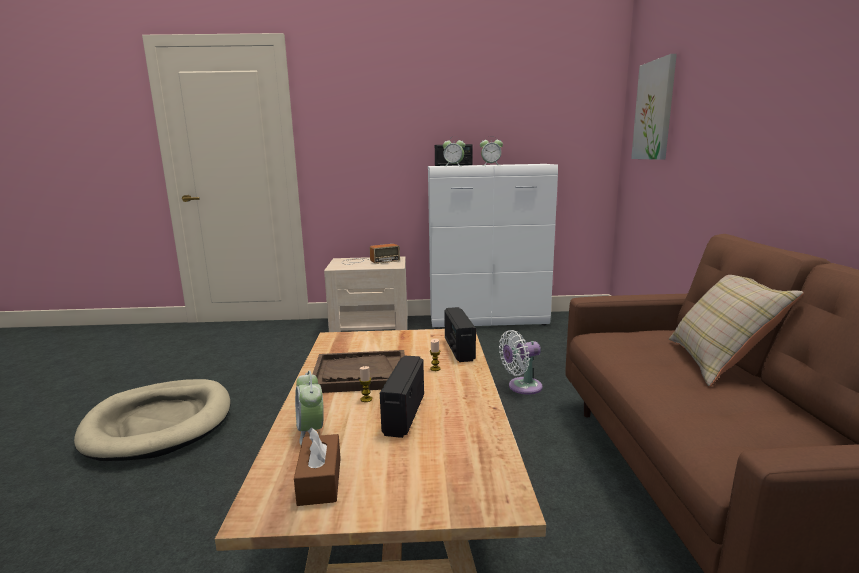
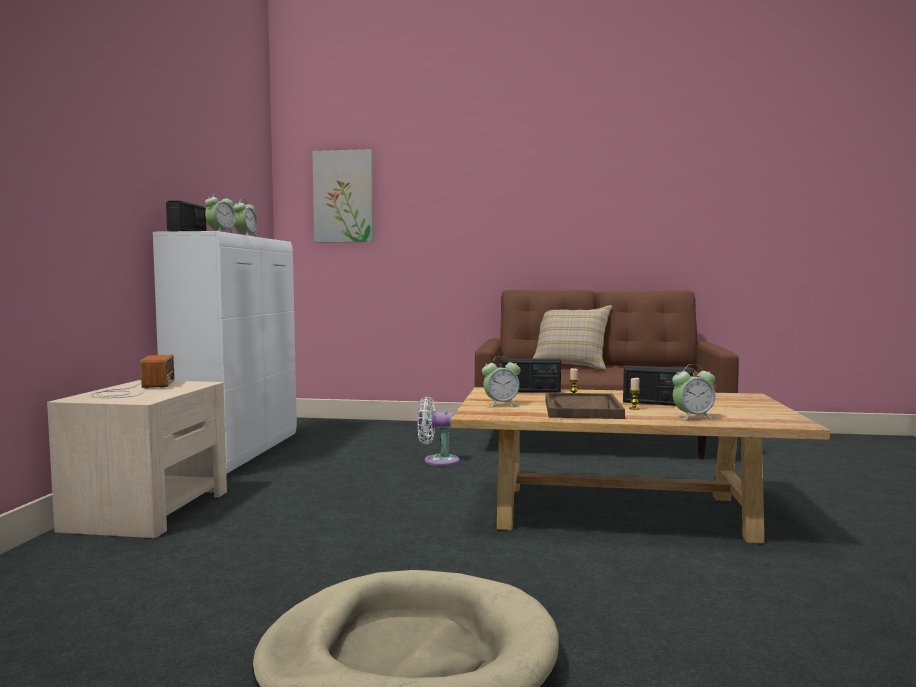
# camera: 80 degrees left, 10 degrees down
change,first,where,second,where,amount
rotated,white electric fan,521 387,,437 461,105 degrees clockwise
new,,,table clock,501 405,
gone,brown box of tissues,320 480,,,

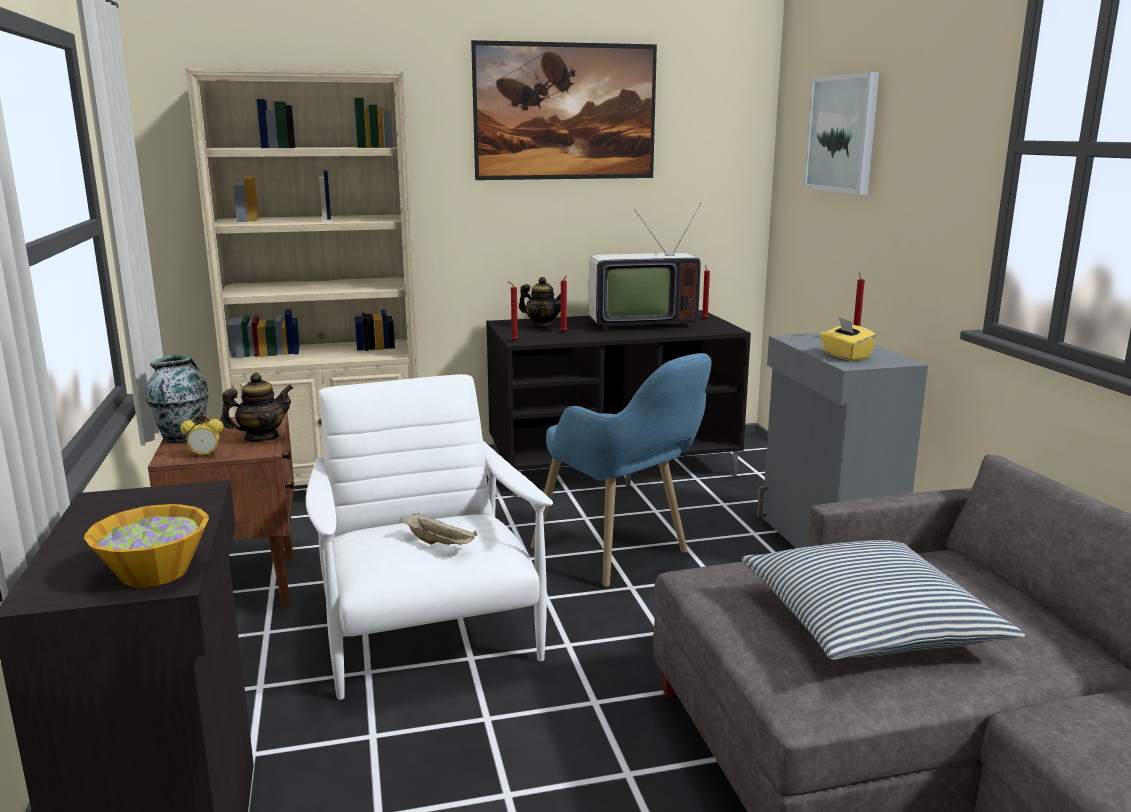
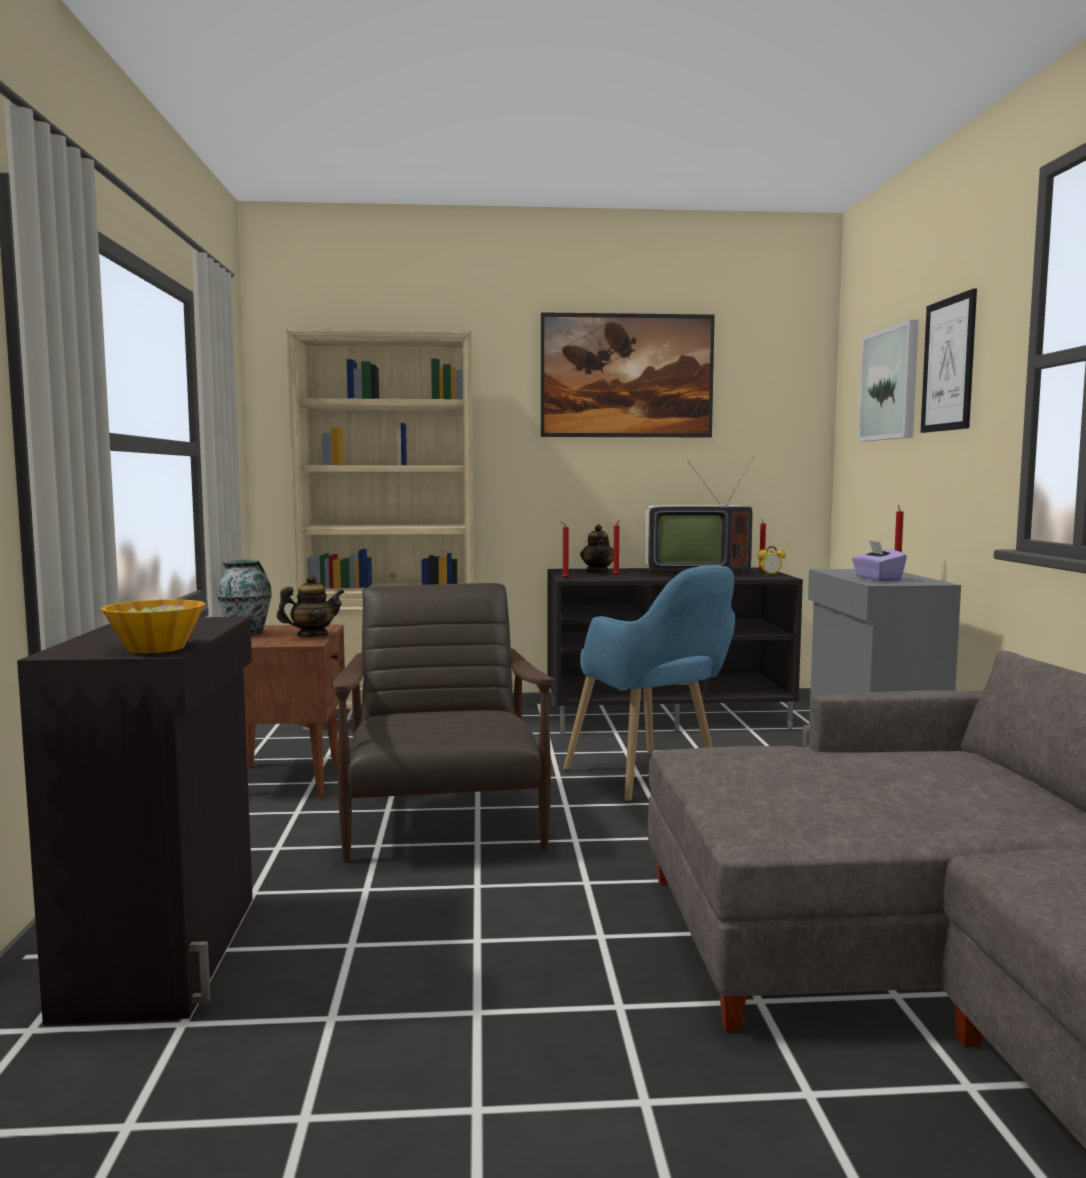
# camera: 10 degrees right, 10 degrees down
change,first,where,second,where,amount
repainted,white easy chair,427 632,brown easy chair,443 822,
rotated,tea pot,542 326,,598 572,45 degrees clockwise
shifted,table clock,205 456,,770 575,
repainted,yellow-coloured box of tissues,845 356,purple box of tissues,877 579,
new,,,picture,948 364,
gone,sand-coloured serving tray,439 543,,,
gone,cushion,868 622,,,

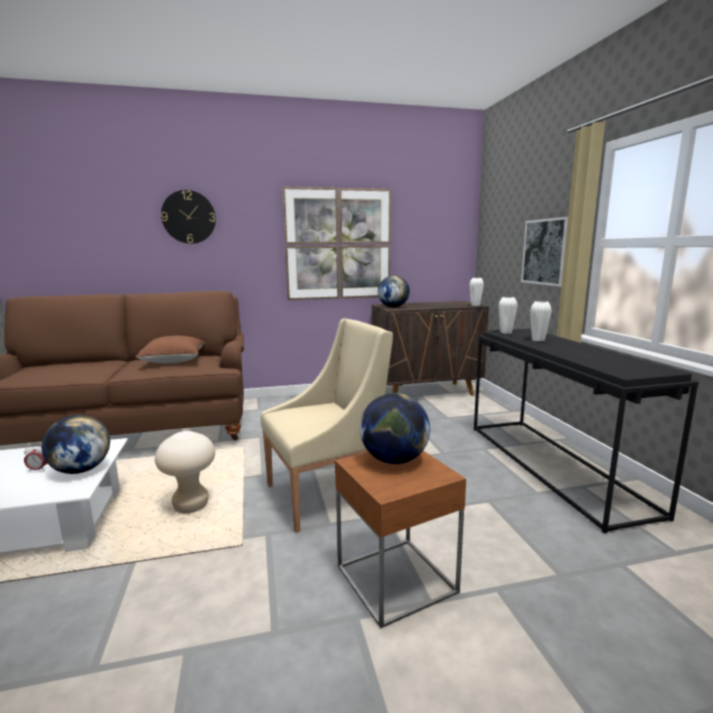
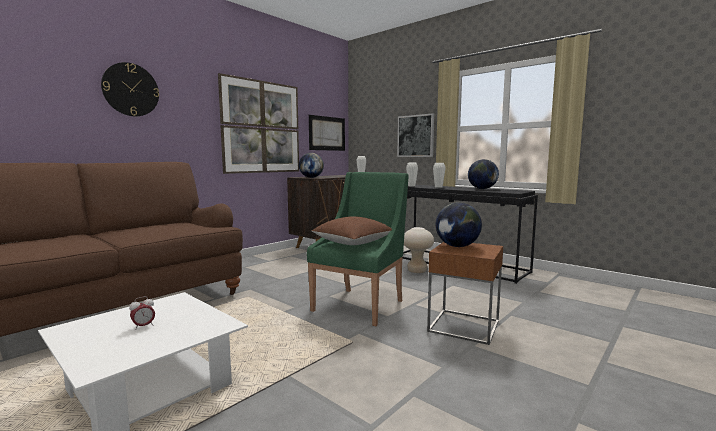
# camera: 35 degrees left, 5 degrees down
change,first,where,second,where,amount
repainted,sand-coloured easy chair,326 494,green-coloured easy chair,360 305,
new,,,picture,327 133,
shifted,brown cushion,173 361,,353 243,
shifted,sand-coloured stool,191 506,,417 271,
shifted,world globe,81 470,,482 189,

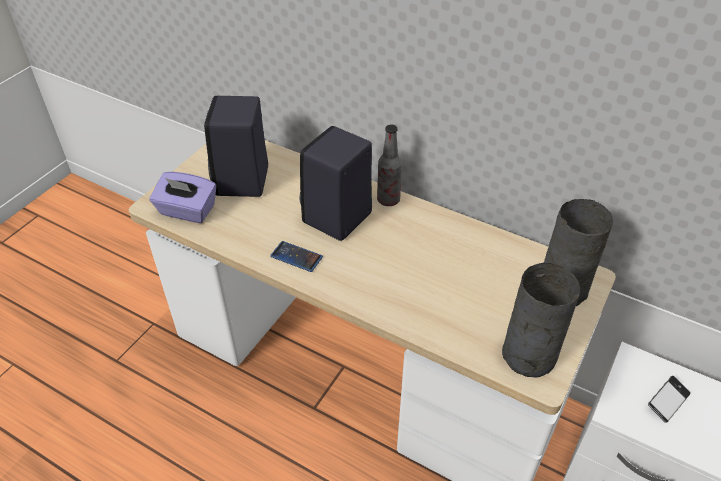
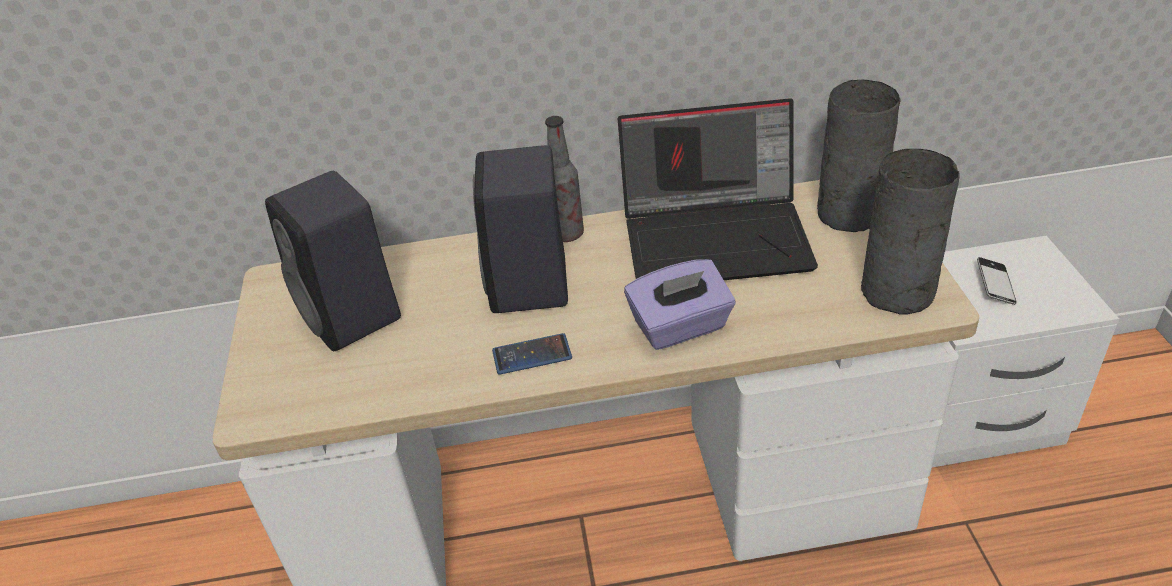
# camera: 35 degrees left, 5 degrees down
change,first,where,second,where,amount
new,,,portable computer,718 237,
shifted,purple box of tissues,187 211,,680 327,

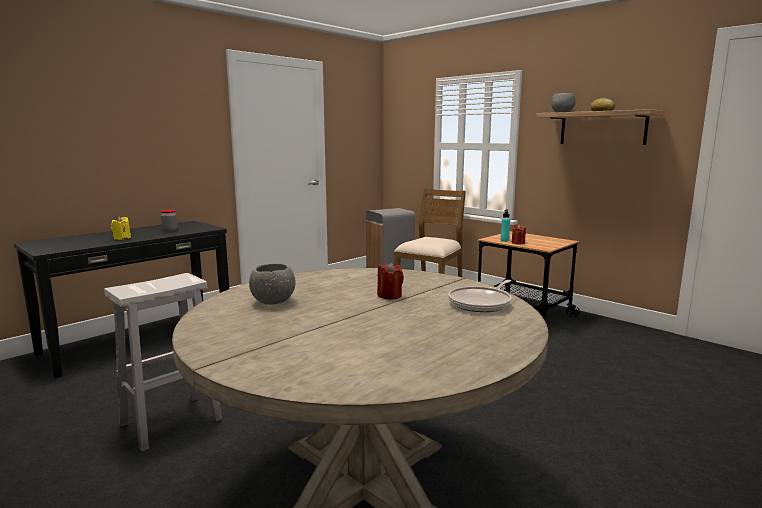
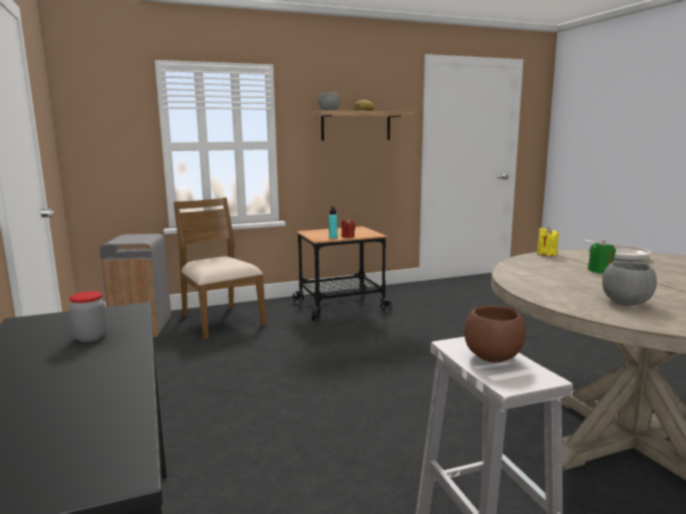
# camera: 65 degrees left, 0 degrees up
change,first,where,second,where,amount
new,,,brown serving bowl,492 356,
shifted,yellow-coloured wax candle,122 238,,546 254,
repainted,red wax candle,389 295,green-coloured wax candle,600 271,

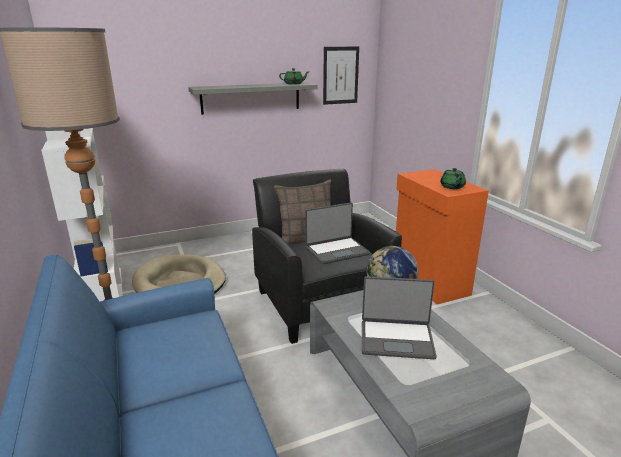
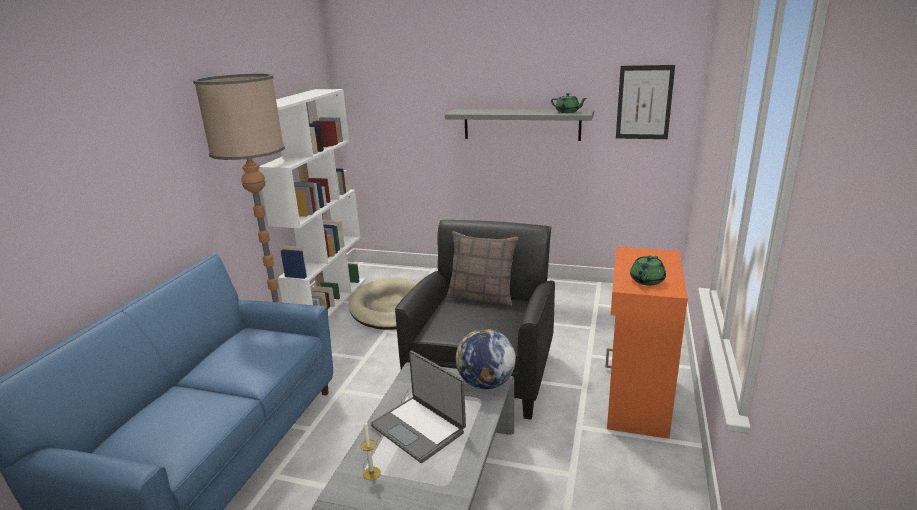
# camera: 40 degrees right, 0 degrees up
change,first,where,second,where,amount
new,,,wax candle,371 473,
gone,portable computer,336 251,,,

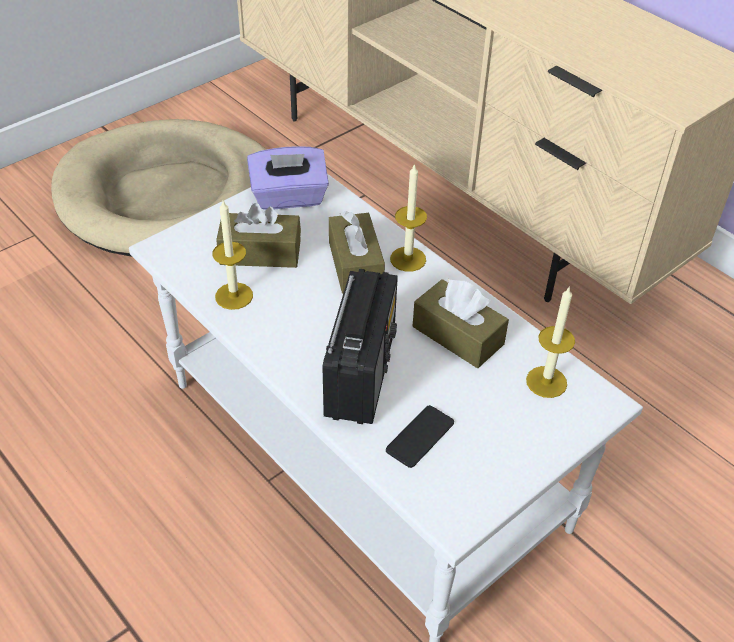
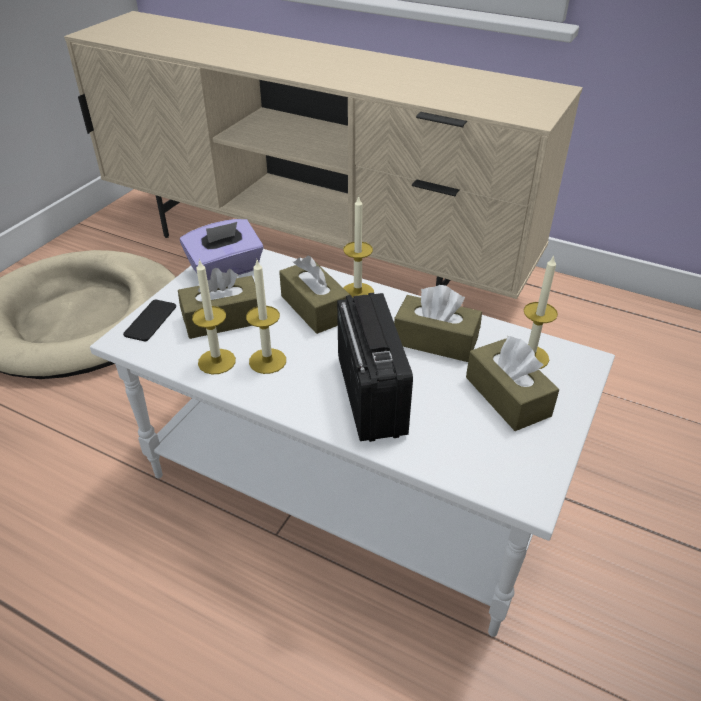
# camera: 20 degrees left, 5 degrees down
change,first,where,second,where,amount
shifted,telephone,420 437,,150 321,
new,,,wax candle,267 361,
new,,,brown box of tissues,507 396,

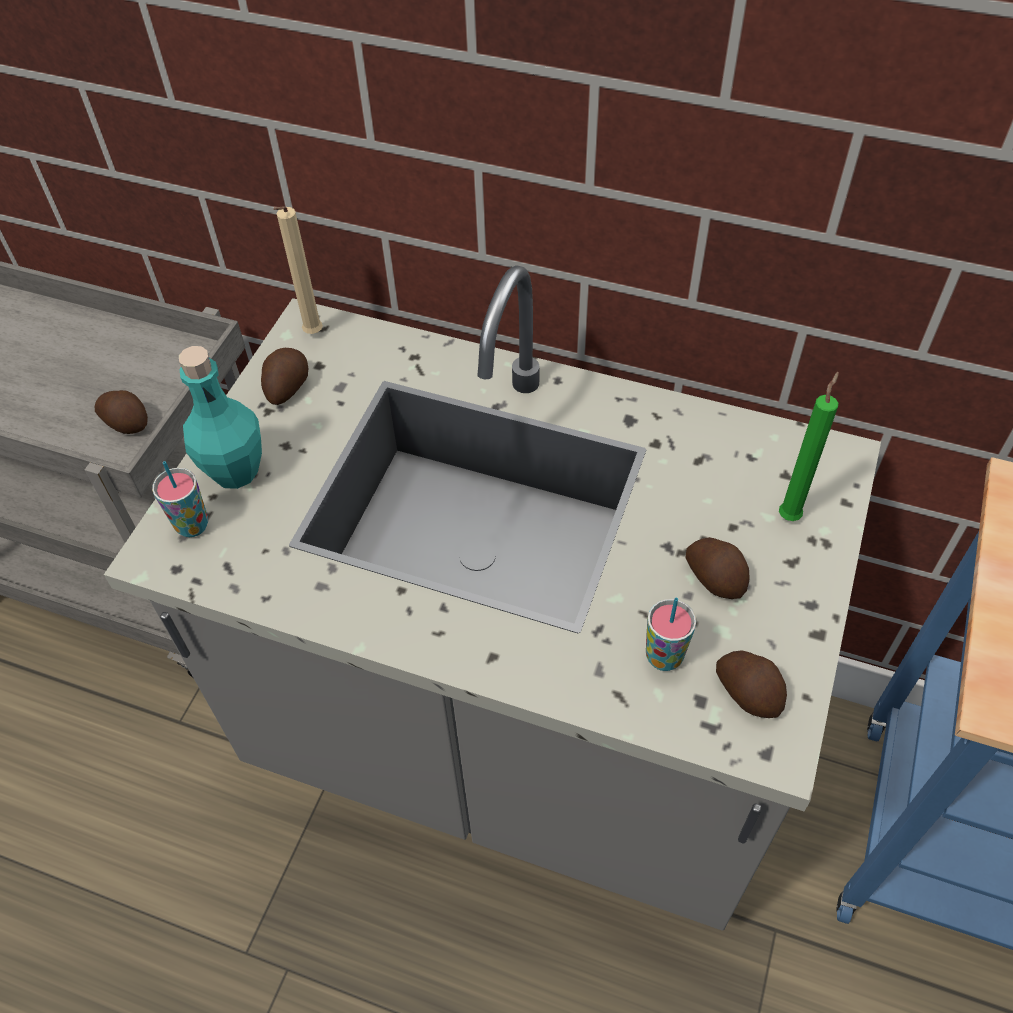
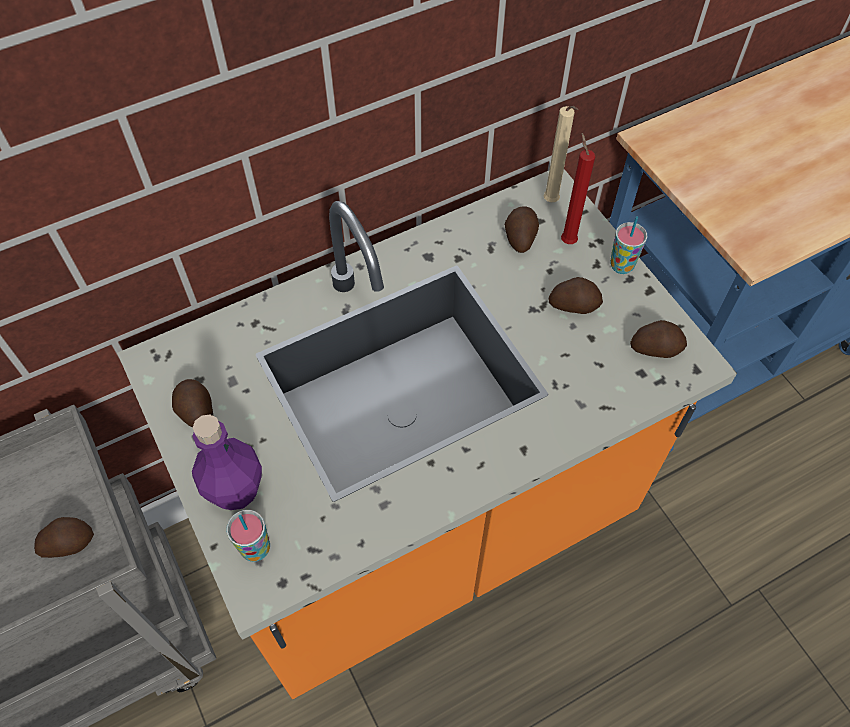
# camera: 50 degrees left, 5 degrees up
change,first,where,second,where,amount
repainted,grey kitchen counter,514 744,orange kitchen counter,425 527,
repainted,turquoise-coloured beverage bottle,235 471,purple beverage bottle,236 491,
new,,,potato,520 237,
shifted,sand-coloured wax candle,312 335,,552 203,
repainted,green-coloured wax candle,790 514,red wax candle,567 240,
shifted,drinking cup,664 657,,621 266,

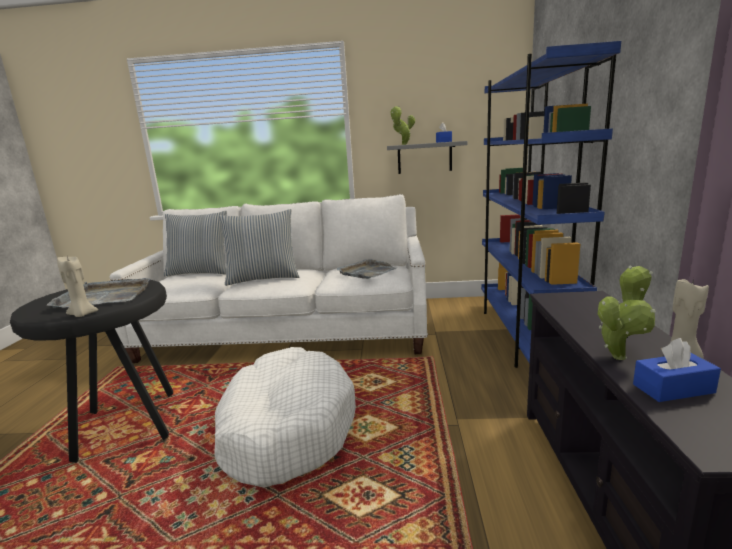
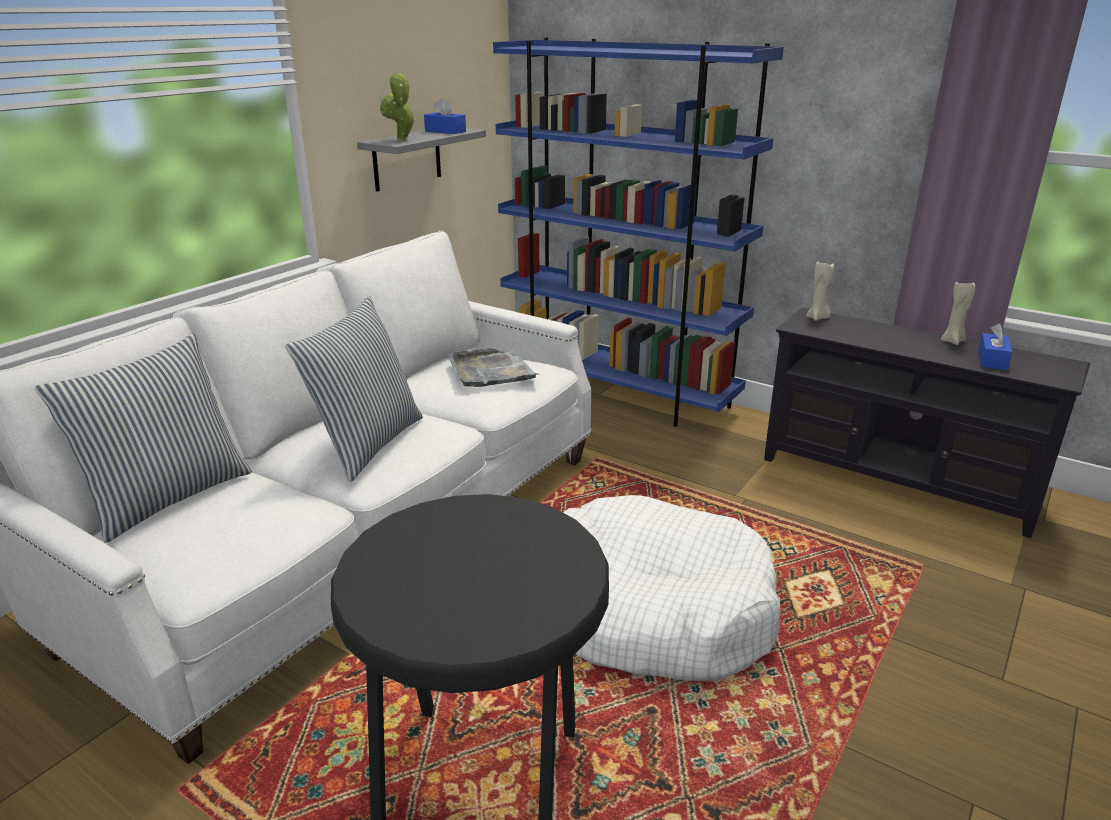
# camera: 60 degrees left, 10 degrees up
change,first,where,second,where,amount
shifted,sand-coloured wax candle,82 314,,817 318,
gone,grey serving tray,104 296,,,
gone,potted plant,620 355,,,

